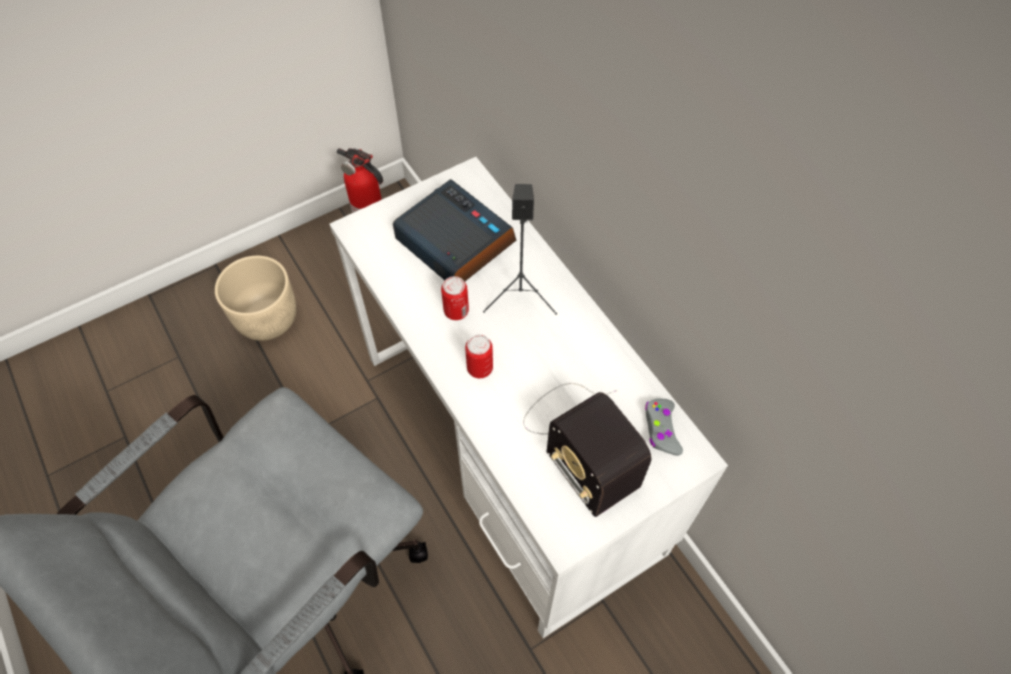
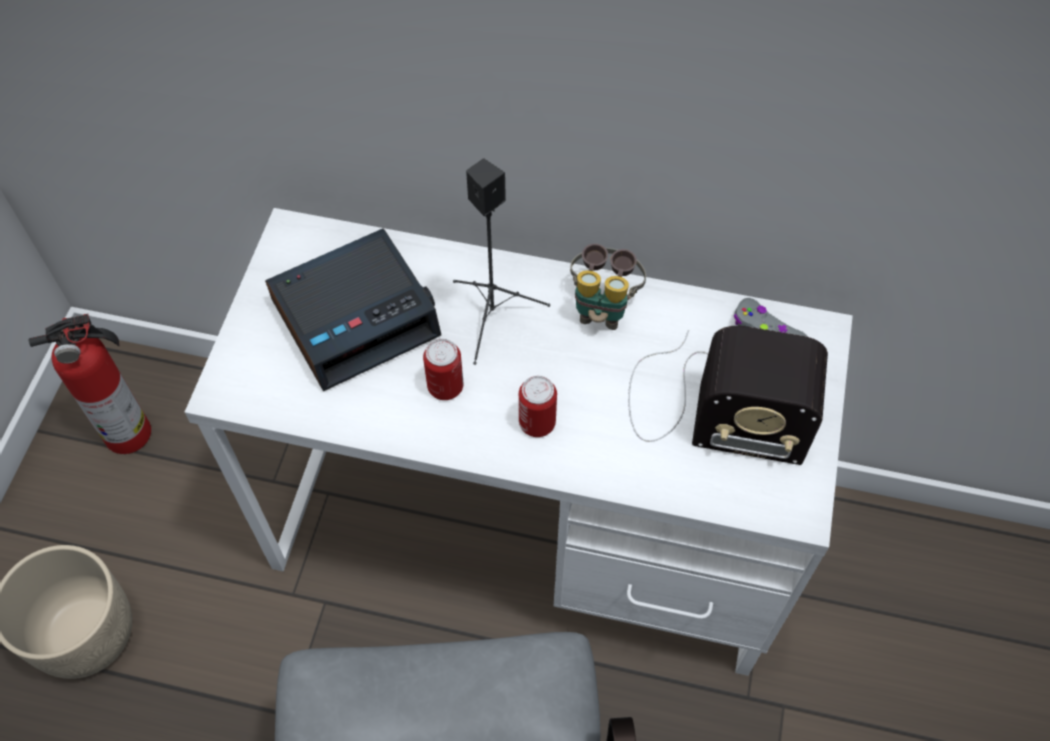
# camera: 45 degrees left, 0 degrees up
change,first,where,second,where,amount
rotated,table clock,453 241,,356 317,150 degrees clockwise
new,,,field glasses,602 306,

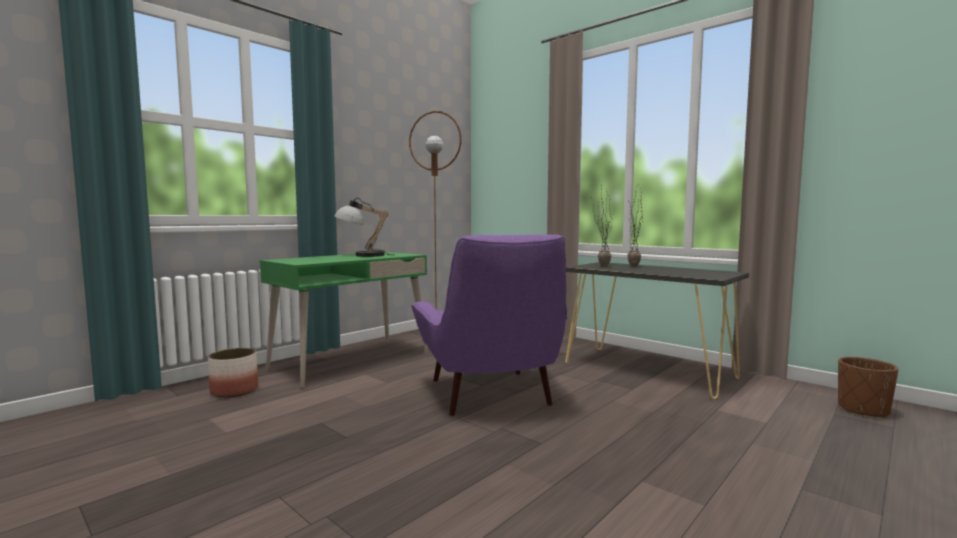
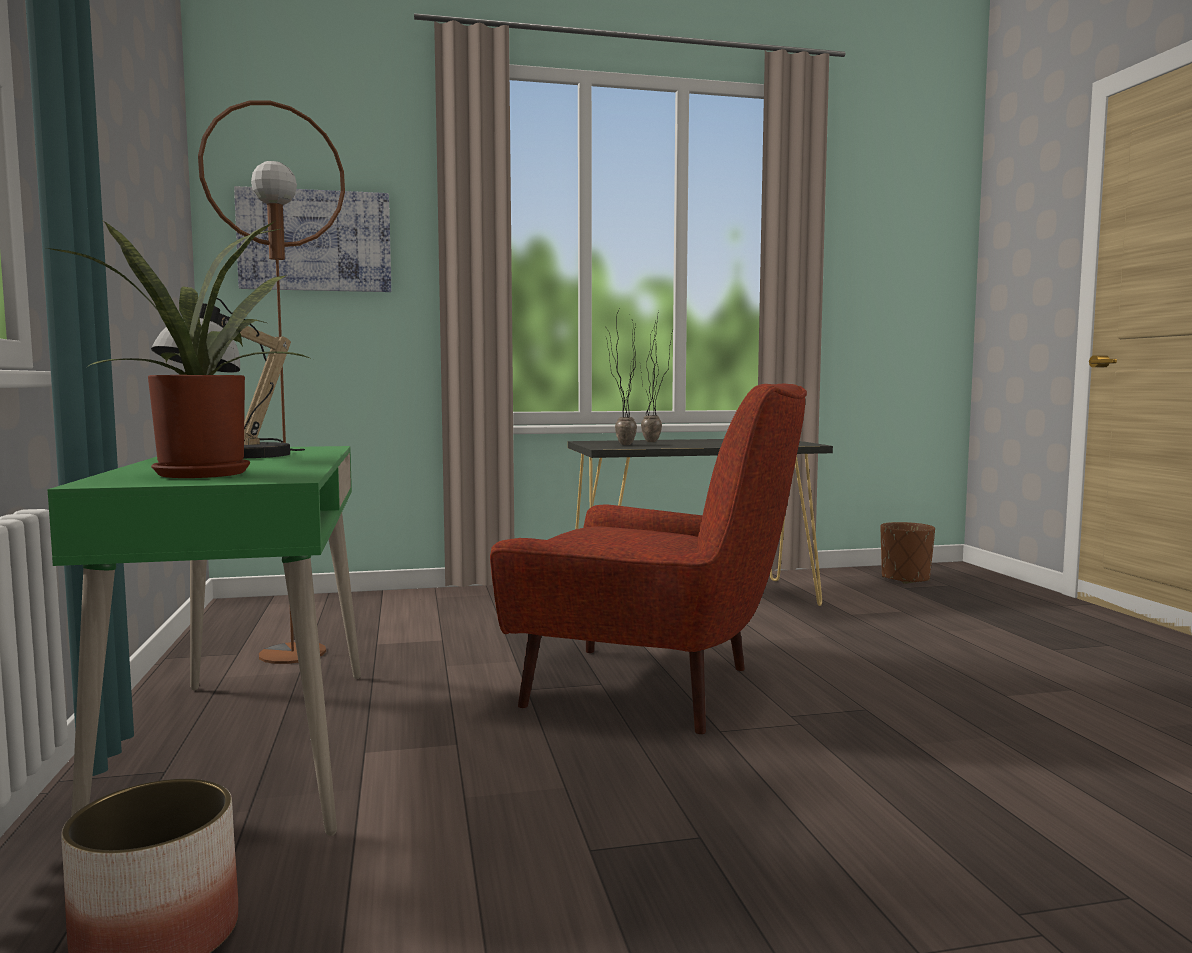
# camera: 55 degrees left, 0 degrees up
change,first,where,second,where,amount
new,,,potted plant,204 473,
new,,,picture,315 241,
repainted,purple easy chair,491 395,red easy chair,655 689,

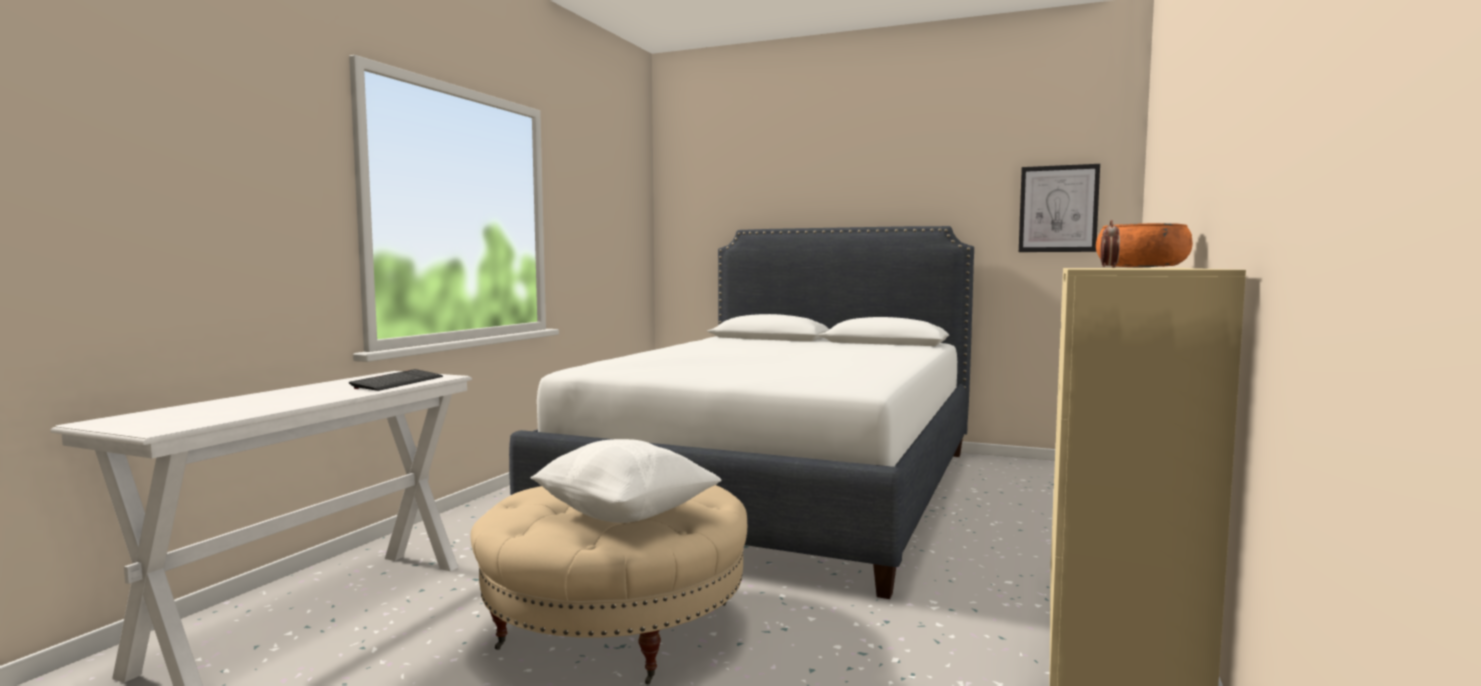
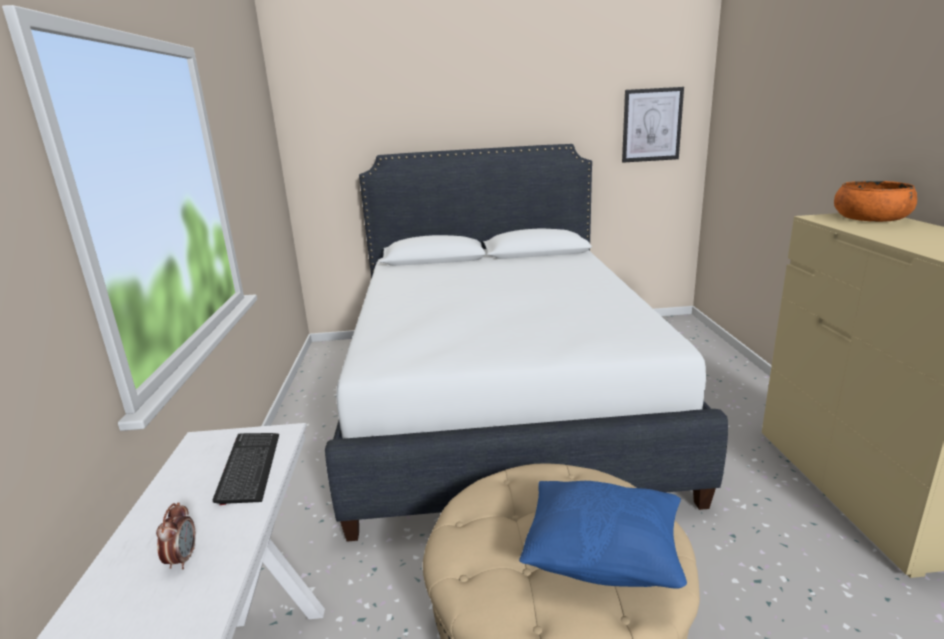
# camera: 25 degrees left, 15 degrees up
change,first,where,second,where,amount
shifted,table clock,1108 267,,182 559,
repainted,white cushion,625 515,bluish cushion,603 558,

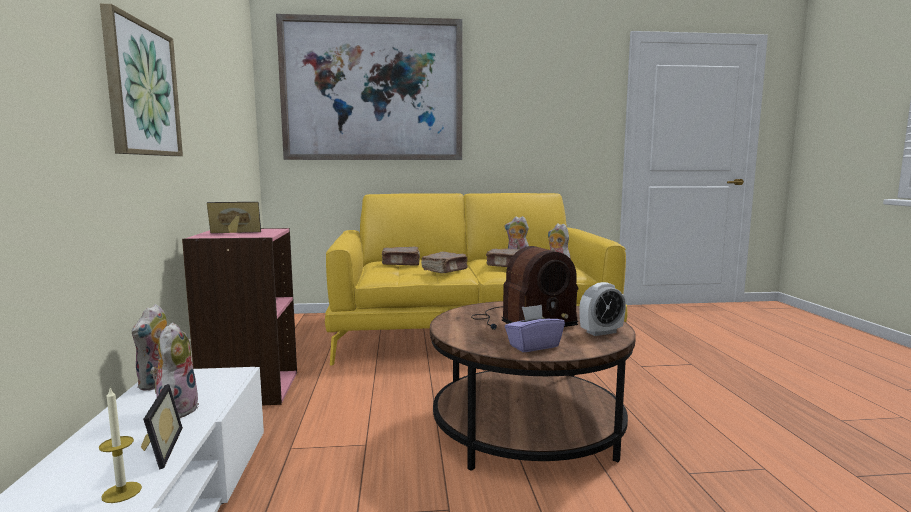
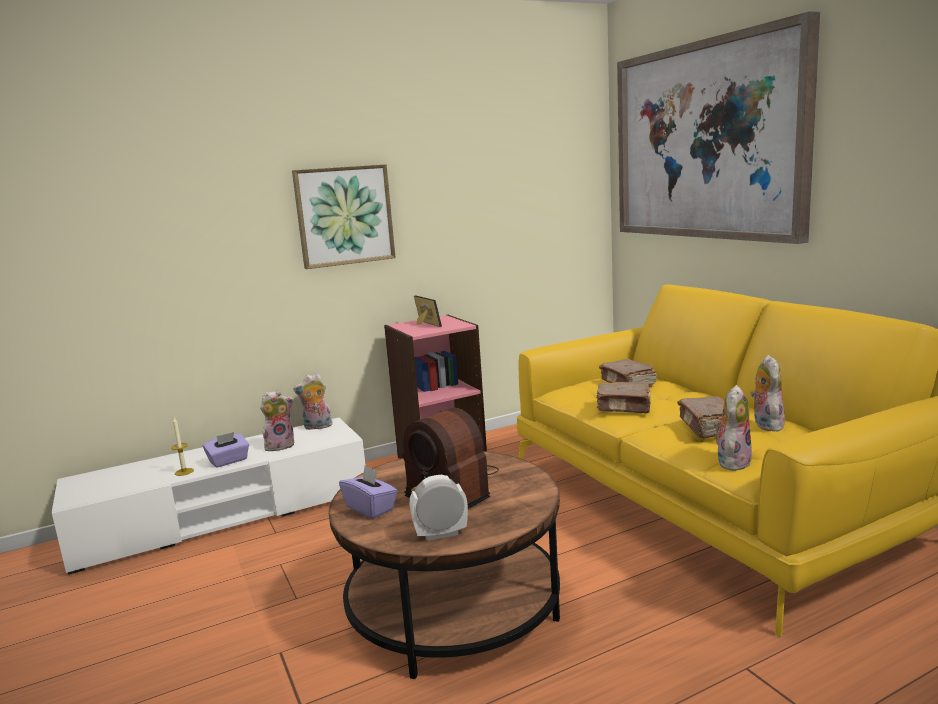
# camera: 70 degrees right, 5 degrees up
change,first,where,second,where,amount
swapped,picture frame,157 449,purple box of tissues,229 461,
rotated,table clock,601 332,,441 534,120 degrees clockwise

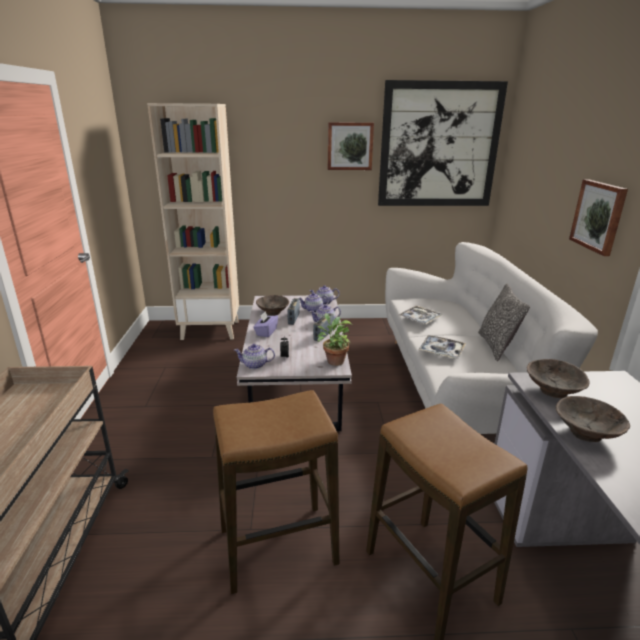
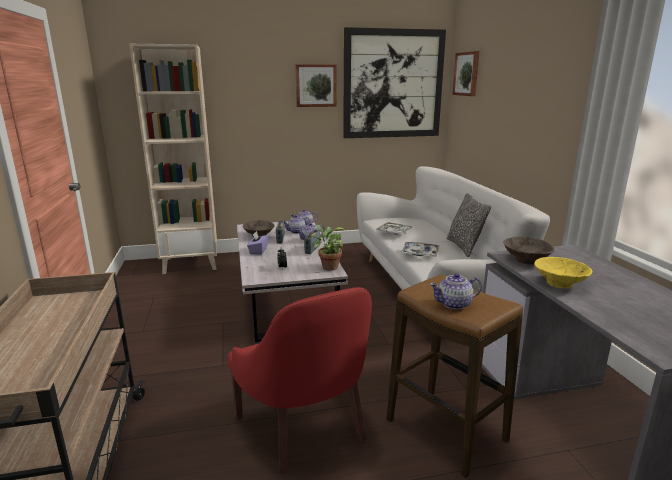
# camera: 10 degrees left, 5 degrees down
change,first,where,second,where,amount
swapped,stool,277 547,red easy chair,306 427,
shifted,tea pot,255 365,,454 304,
shifted,picture,598 216,,467 74,
repainted,brown serving bowl,586 434,yellow-coloured serving bowl,559 284,

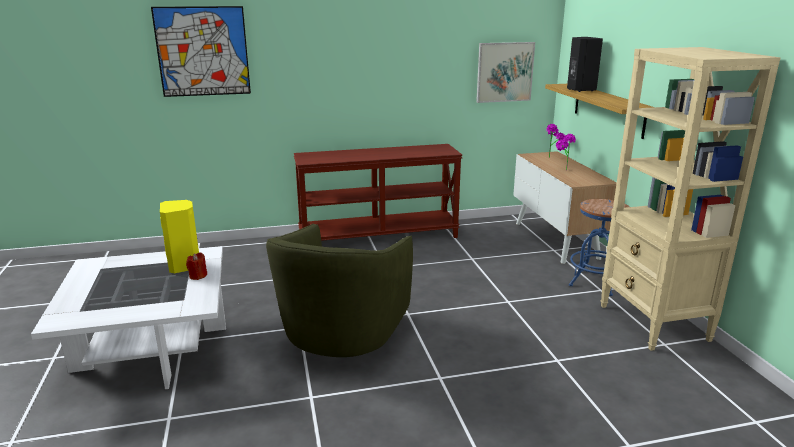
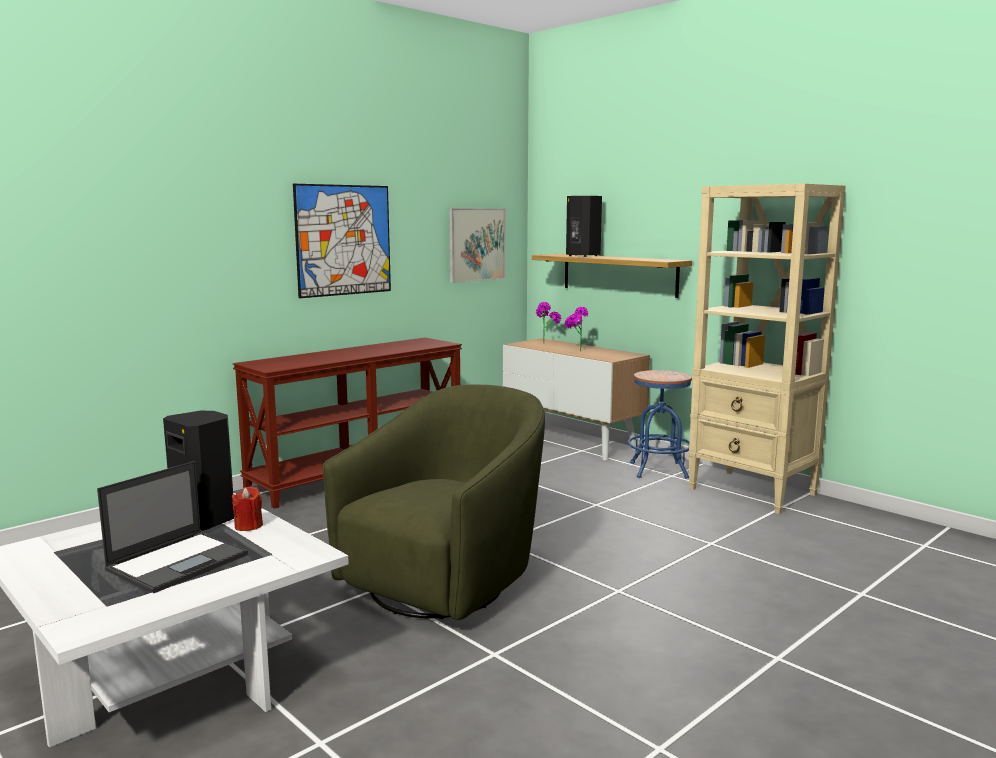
# camera: 30 degrees left, 10 degrees down
change,first,where,second,where,amount
new,,,portable computer,179 561,
repainted,yellow-coloured speaker,185 266,black speaker,206 520,
shifted,picture,203 51,,344 240,
rotated,green-coloured easy chair,342 334,,447 580,135 degrees counterclockwise

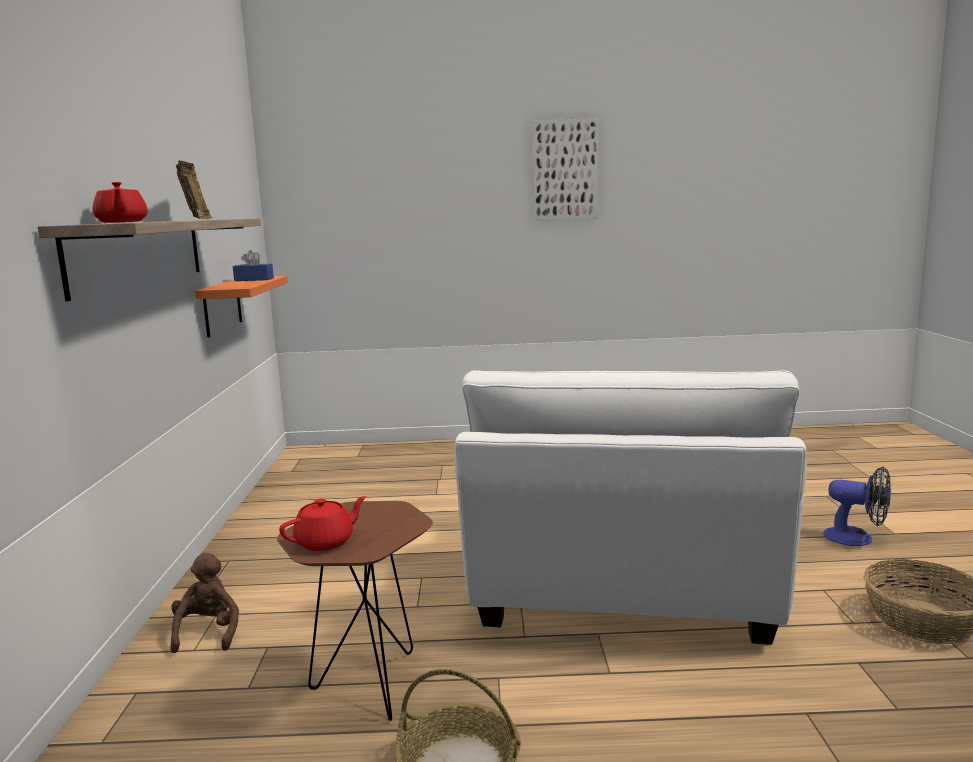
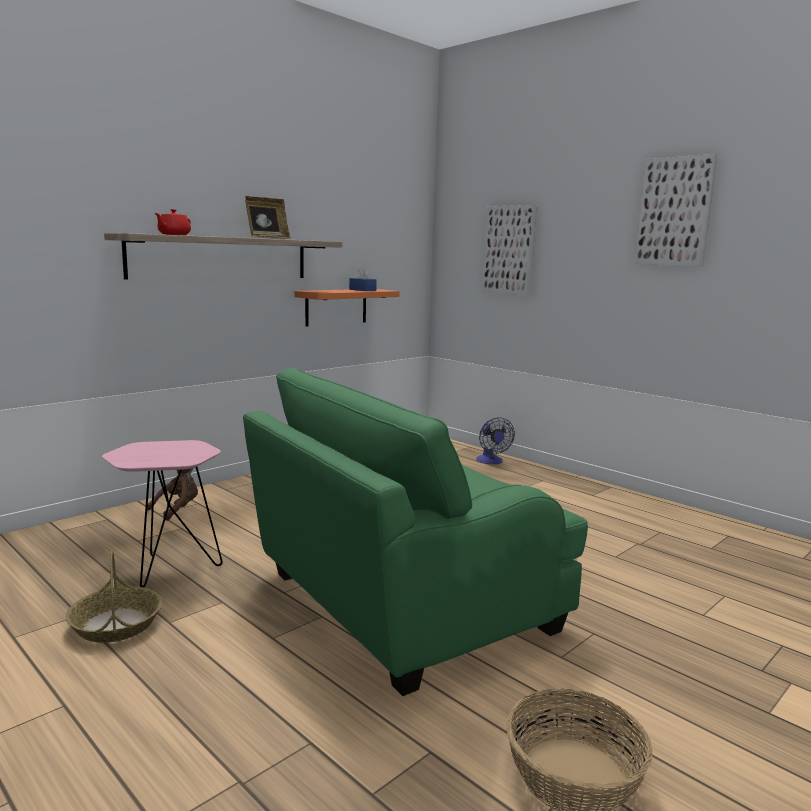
# camera: 45 degrees right, 0 degrees up
change,first,where,second,where,amount
repainted,brown end table,368 688,pink-coloured end table,168 569,
repainted,white easy chair,621 589,green-coloured easy chair,401 603,
shifted,electric fan,857 538,,491 461,
new,,,picture,509 250,
gone,red tea pot,326 542,,,

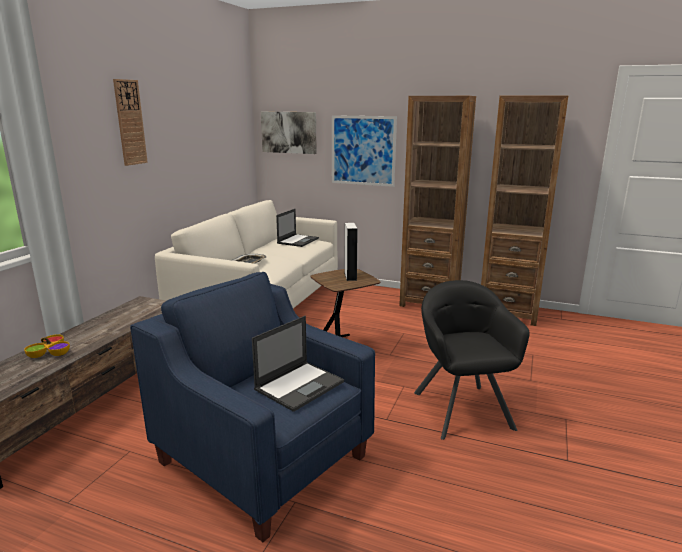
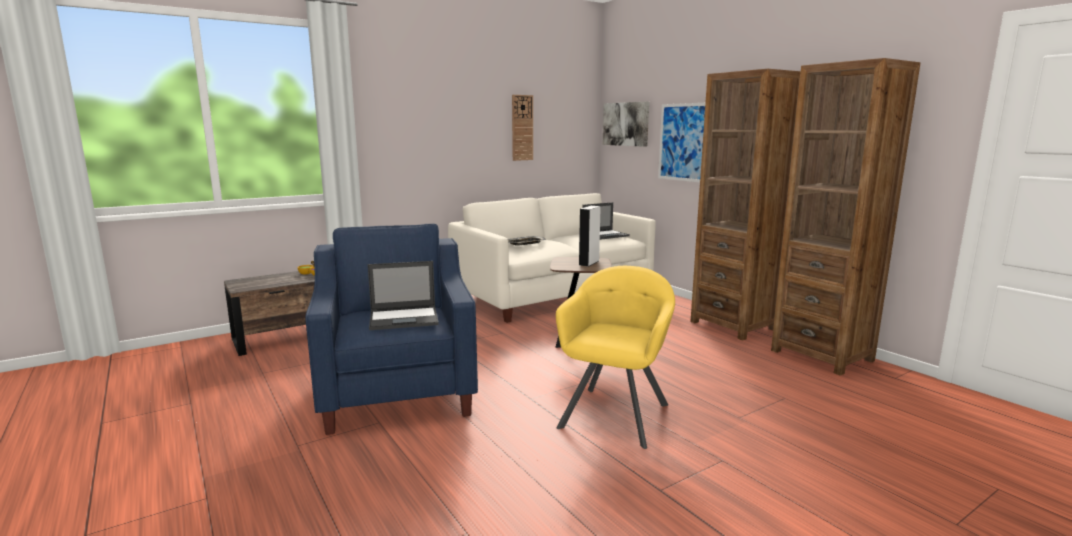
# camera: 35 degrees right, 5 degrees down
change,first,where,second,where,amount
shifted,clock on the wall,130 122,,522 128,
repainted,black easy chair,462 409,yellow-coloured easy chair,615 415,

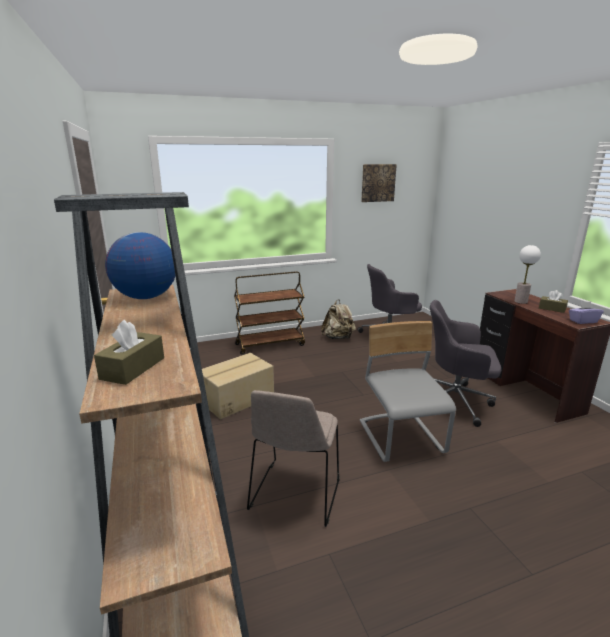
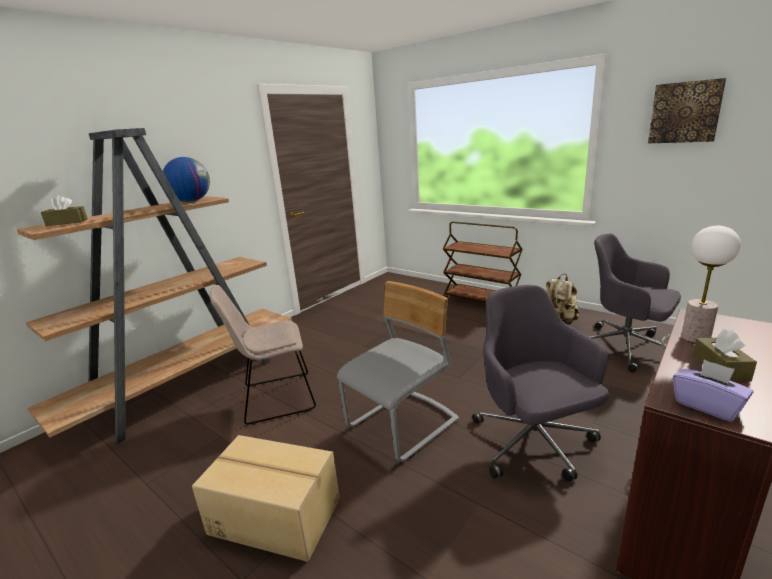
# camera: 60 degrees right, 0 degrees up
change,first,where,second,where,amount
shifted,carton,236 399,,275 515,

